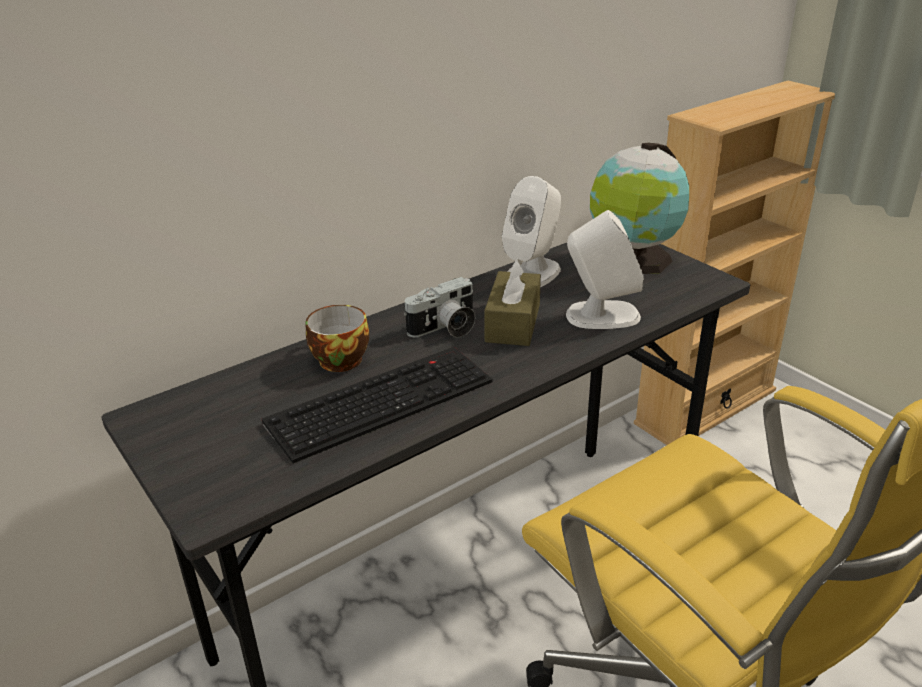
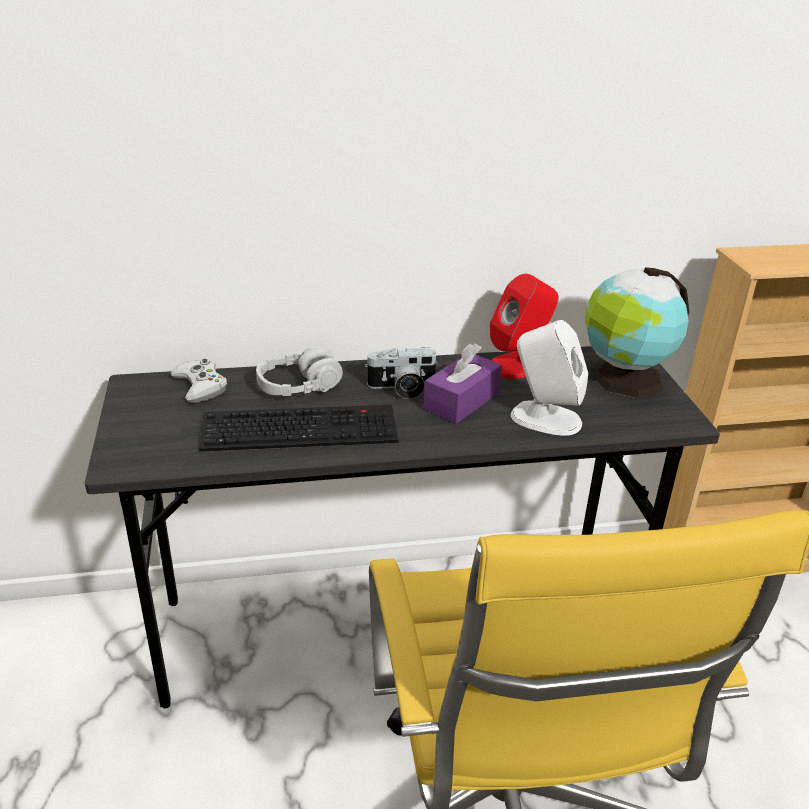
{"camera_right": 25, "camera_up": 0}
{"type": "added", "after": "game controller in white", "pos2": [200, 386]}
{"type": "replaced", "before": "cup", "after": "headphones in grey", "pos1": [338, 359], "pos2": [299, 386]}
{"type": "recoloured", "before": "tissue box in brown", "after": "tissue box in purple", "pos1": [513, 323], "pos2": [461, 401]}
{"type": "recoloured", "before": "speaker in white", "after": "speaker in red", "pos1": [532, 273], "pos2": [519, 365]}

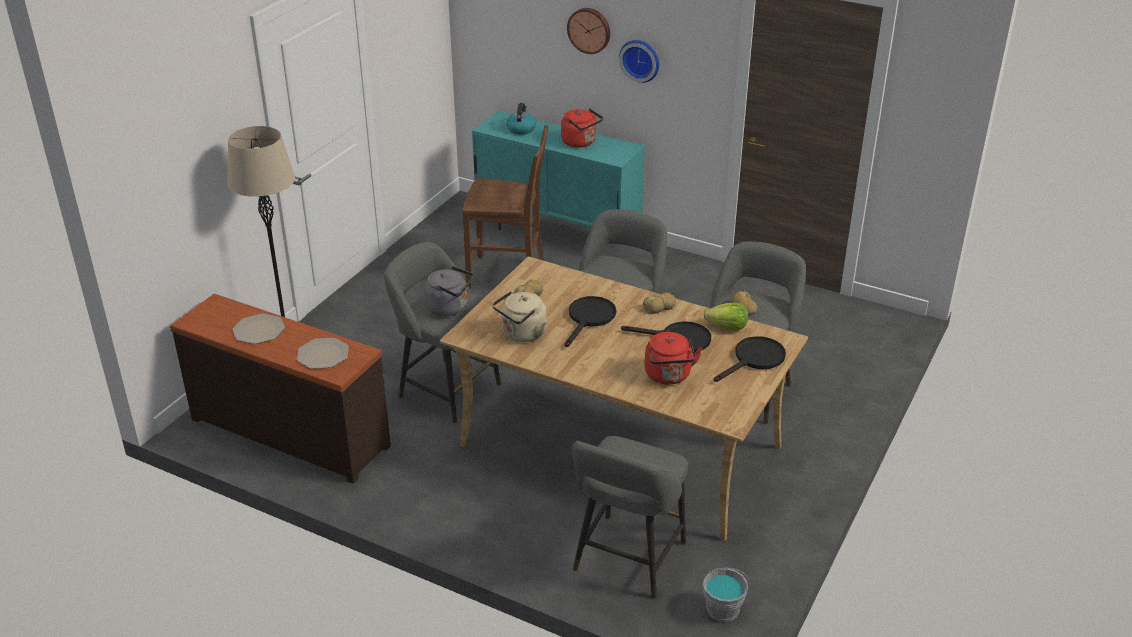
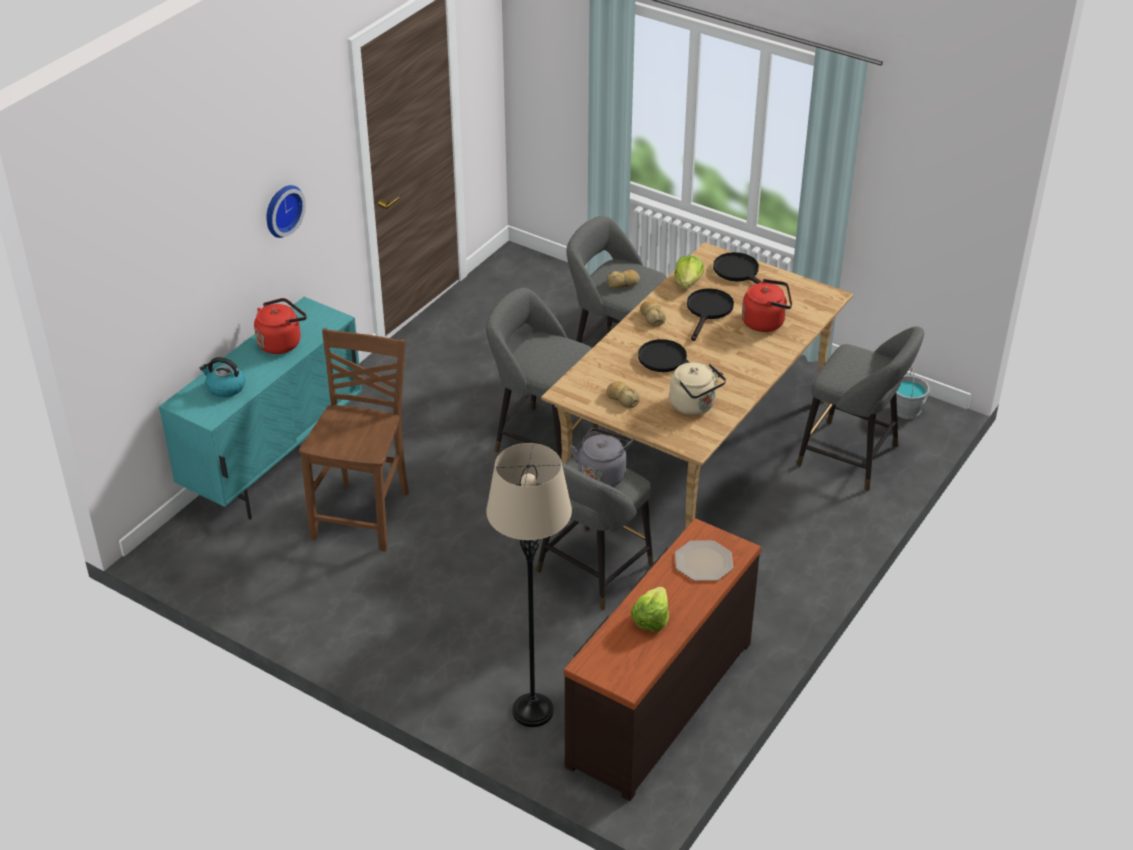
{"camera_right": -85, "camera_up": 5}
{"type": "removed", "before": "wall clock", "pos1": [589, 30]}
{"type": "replaced", "before": "plate", "after": "lettuce", "pos1": [258, 330], "pos2": [651, 619]}

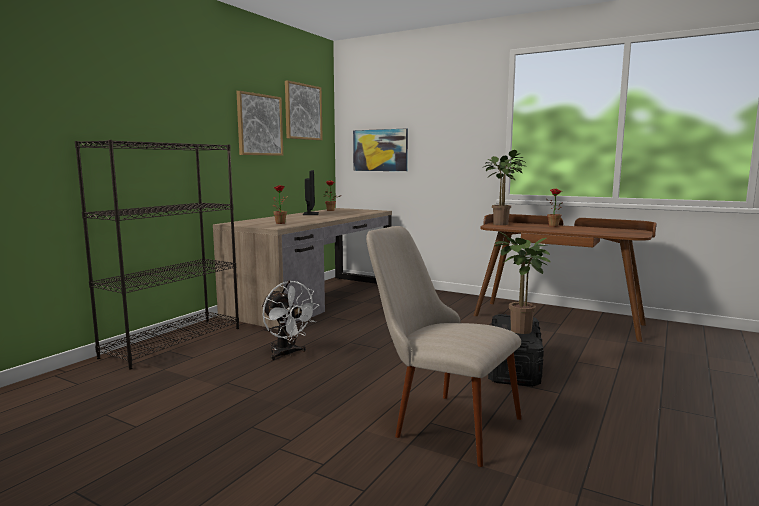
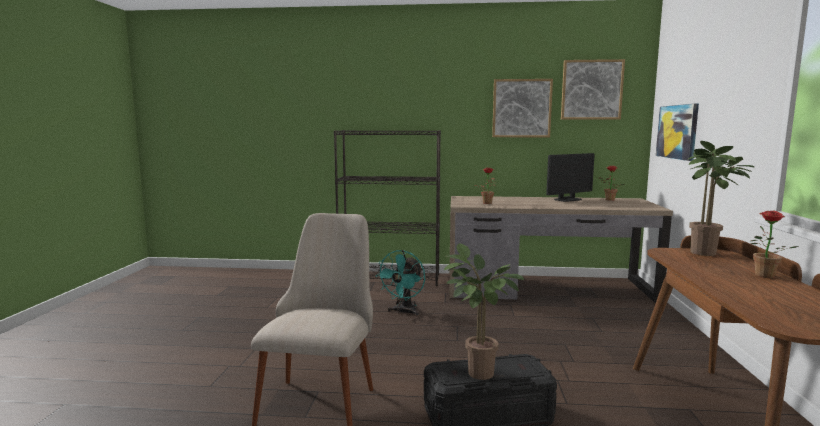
{"camera_right": 65, "camera_up": 0}
{"type": "recoloured", "before": "fan in white", "after": "fan in turquoise", "pos1": [287, 354], "pos2": [404, 312]}

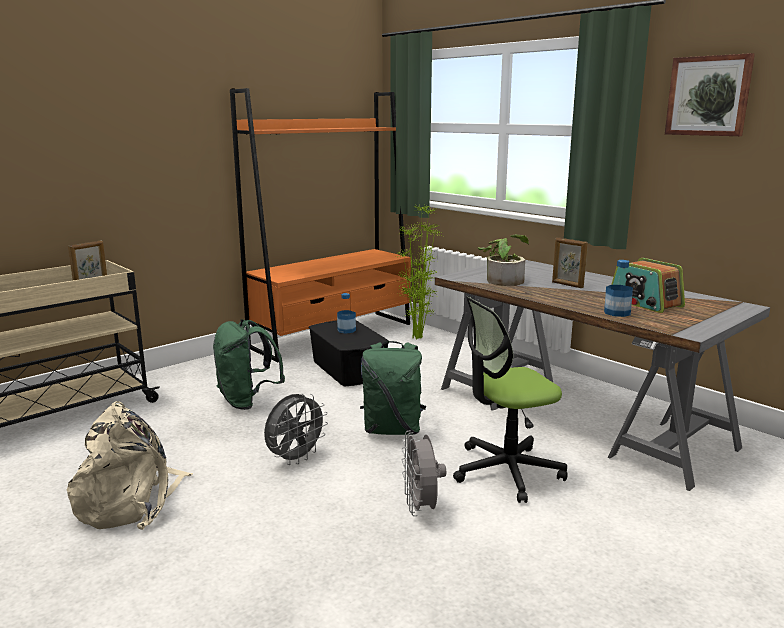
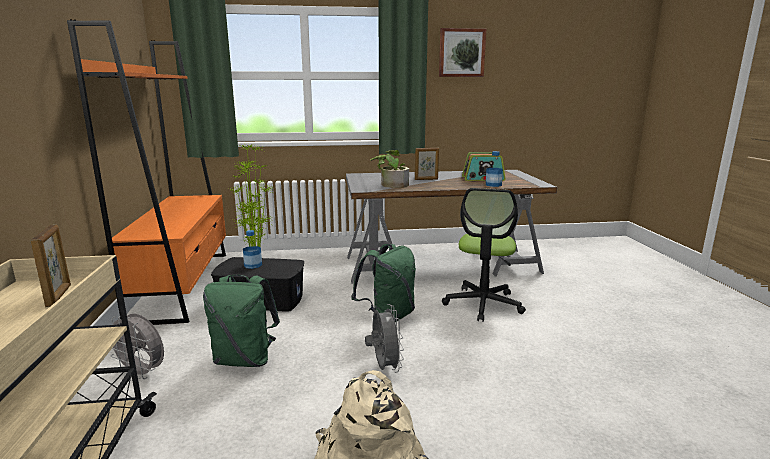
{"camera_right": -55, "camera_up": 0}
{"type": "moved", "before": "fan in grey", "pos1": [421, 508], "pos2": [142, 373]}

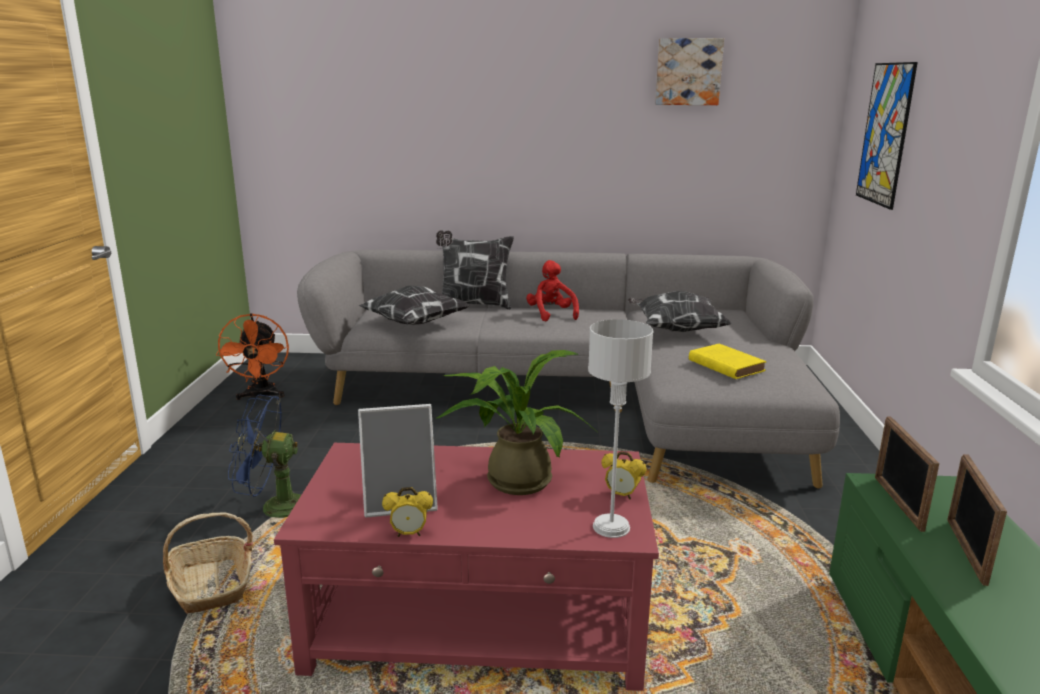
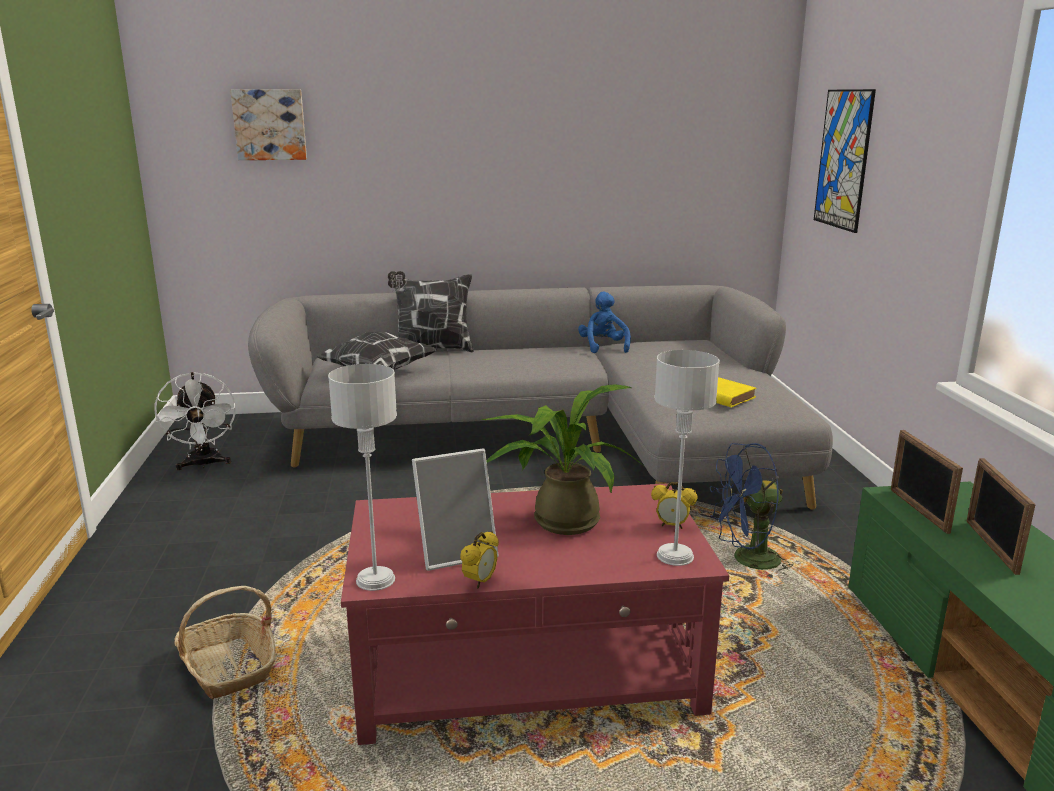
{"camera_right": -10, "camera_up": 0}
{"type": "removed", "before": "plush toy in red", "pos1": [551, 314]}
{"type": "removed", "before": "pillow", "pos1": [675, 330]}
{"type": "added", "after": "table lamp in grey", "pos2": [376, 580]}
{"type": "added", "after": "plush toy in blue", "pos2": [603, 347]}
{"type": "moved", "before": "fan in blue", "pos1": [274, 508], "pos2": [747, 561]}
{"type": "moved", "before": "picture", "pos1": [688, 72], "pos2": [270, 125]}
{"type": "recoloured", "before": "fan in orange", "after": "fan in white", "pos1": [260, 396], "pos2": [203, 464]}
{"type": "turned", "before": "alarm clock", "pos1": [409, 534], "pos2": [480, 582], "turn": -45}

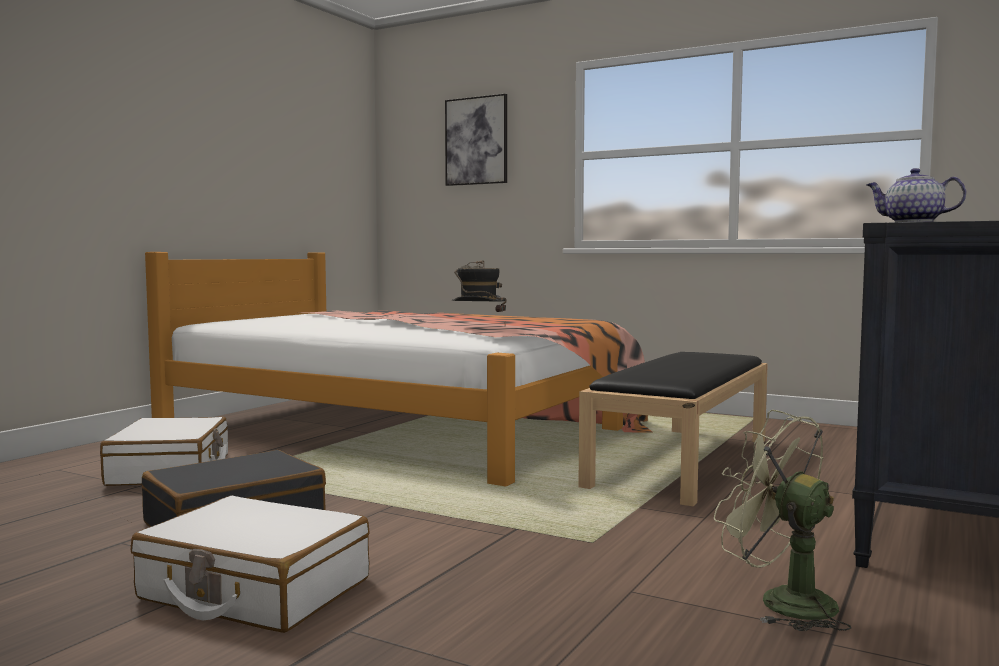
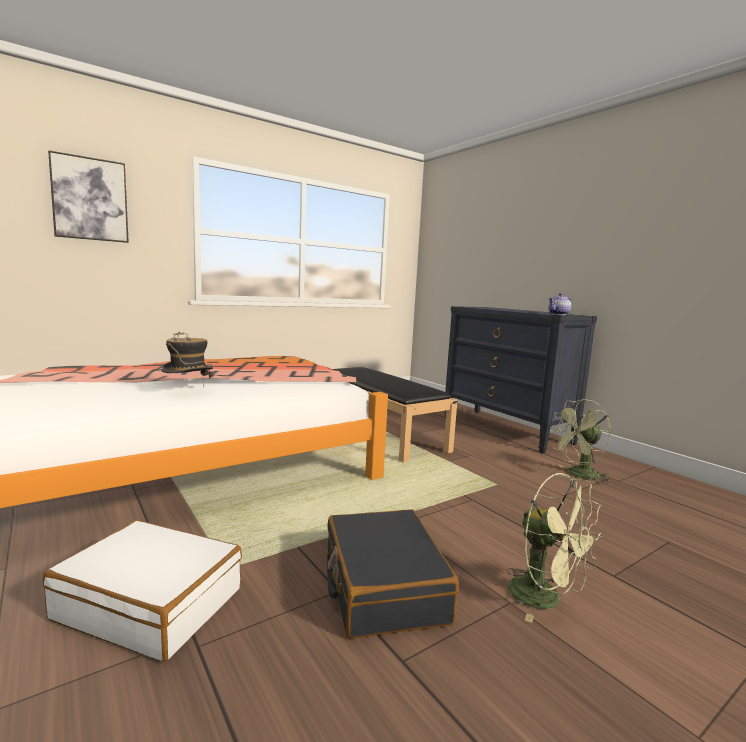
{"camera_right": -65, "camera_up": 5}
{"type": "moved", "before": "hat", "pos1": [478, 327], "pos2": [188, 393]}
{"type": "replaced", "before": "suitcase in white", "after": "fan in green", "pos1": [254, 590], "pos2": [545, 599]}

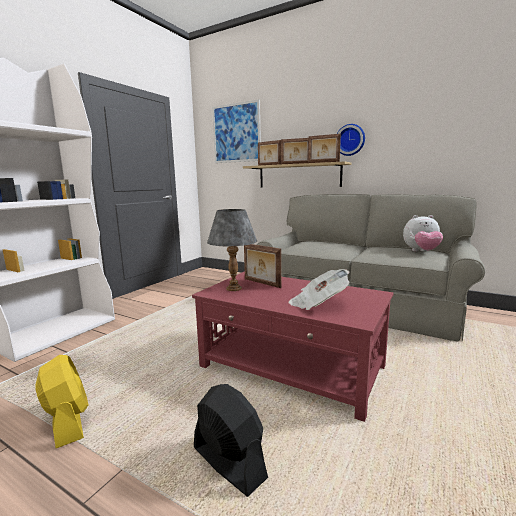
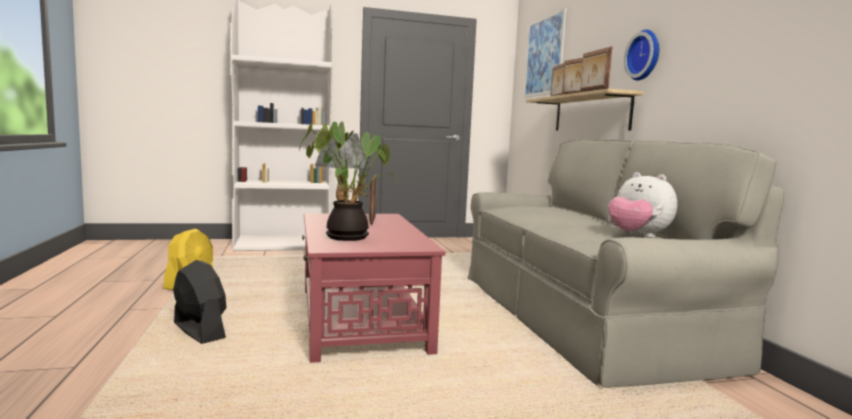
{"camera_right": 45, "camera_up": -5}
{"type": "replaced", "before": "newspaper", "after": "potted plant", "pos1": [318, 304], "pos2": [349, 236]}
{"type": "turned", "before": "fan in black", "pos1": [228, 462], "pos2": [199, 331], "turn": -45}

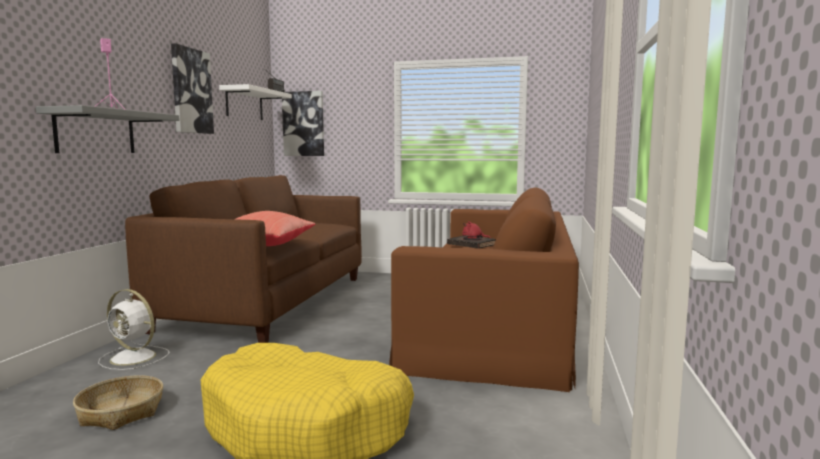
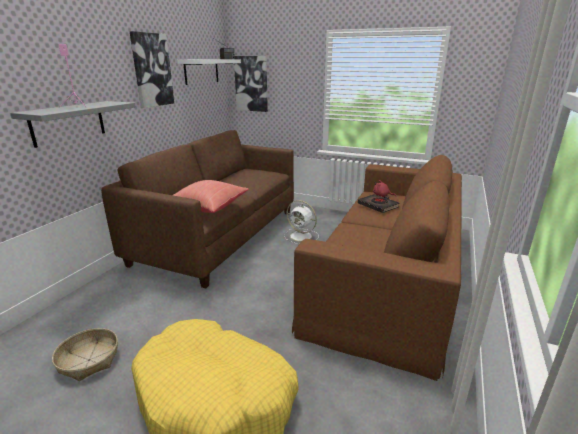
{"camera_right": 10, "camera_up": 15}
{"type": "moved", "before": "fan in white", "pos1": [134, 358], "pos2": [302, 236]}

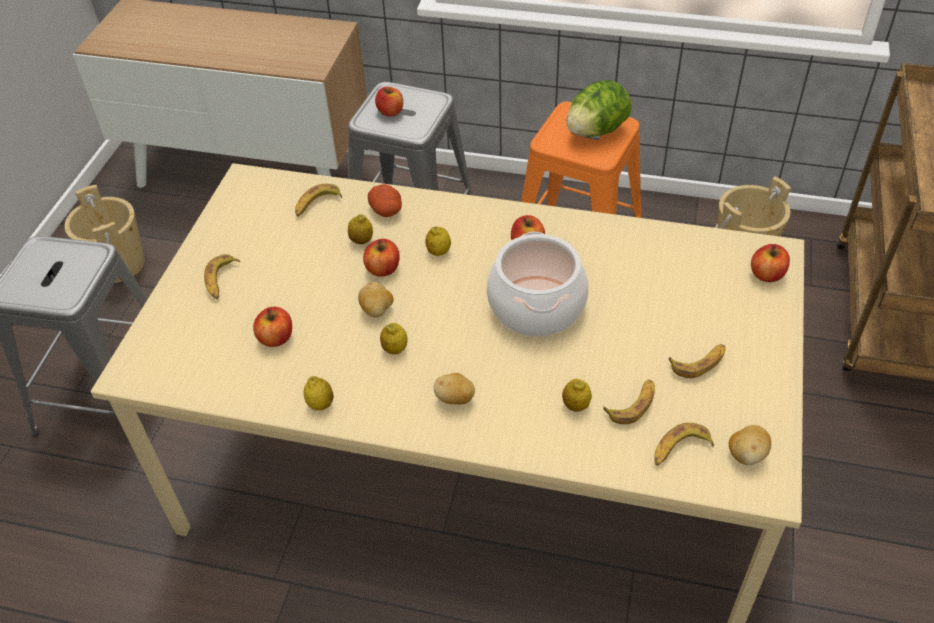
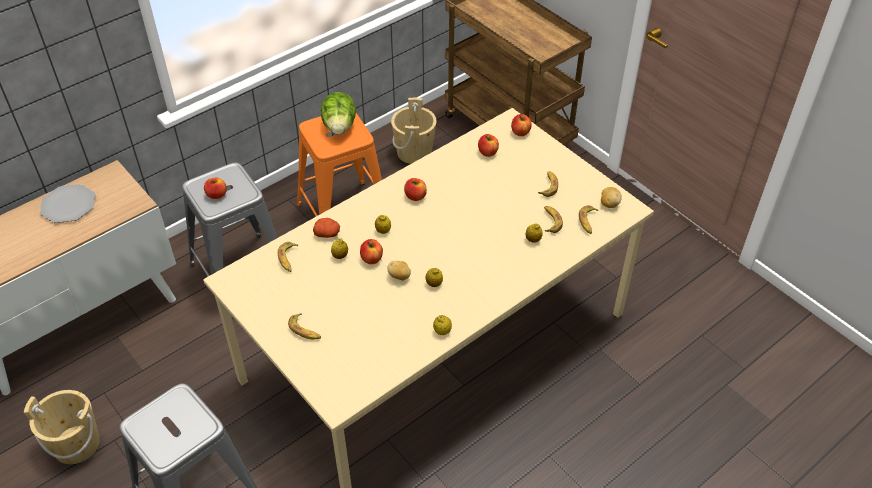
{"camera_right": -55, "camera_up": 0}
{"type": "removed", "before": "potato", "pos1": [455, 399]}
{"type": "removed", "before": "cooking pot", "pos1": [536, 306]}
{"type": "added", "after": "plate", "pos2": [68, 205]}
{"type": "moved", "before": "apple", "pos1": [276, 338], "pos2": [488, 152]}

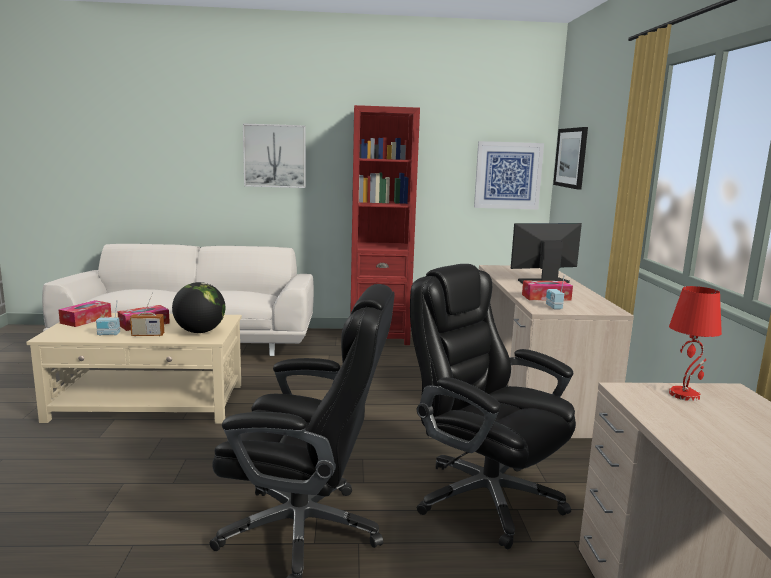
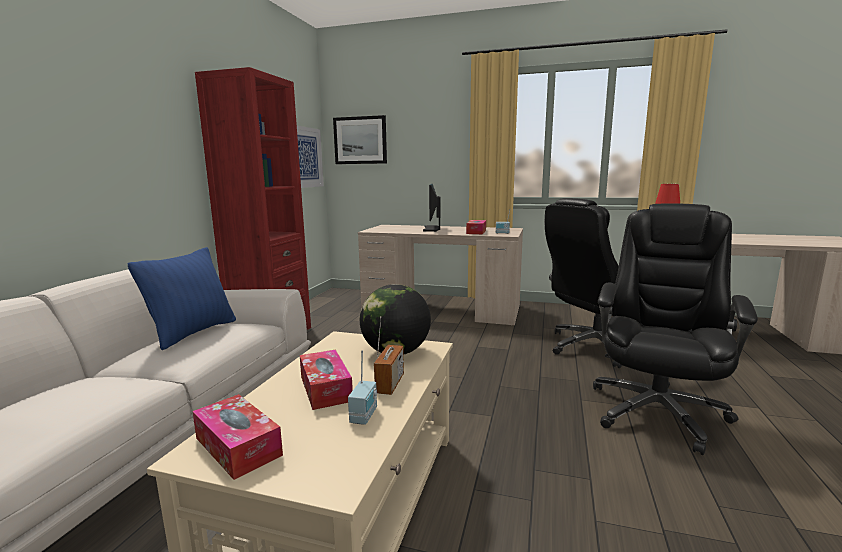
{"camera_right": -70, "camera_up": 0}
{"type": "removed", "before": "picture", "pos1": [275, 156]}
{"type": "added", "after": "pillow in blue", "pos2": [193, 333]}

